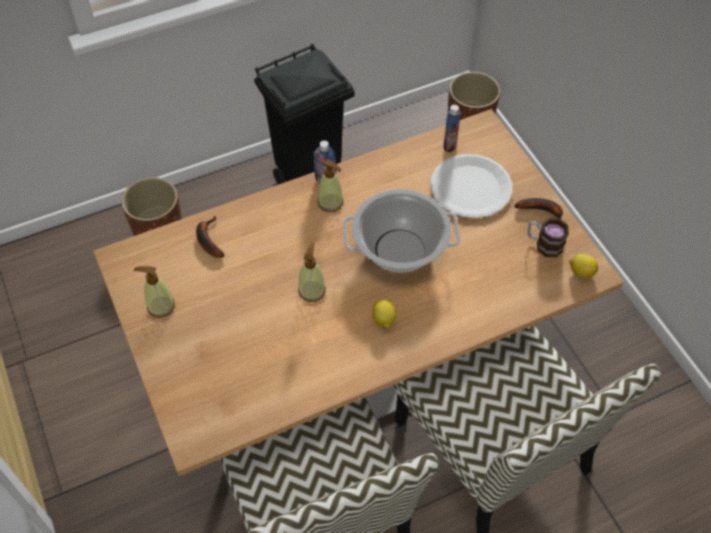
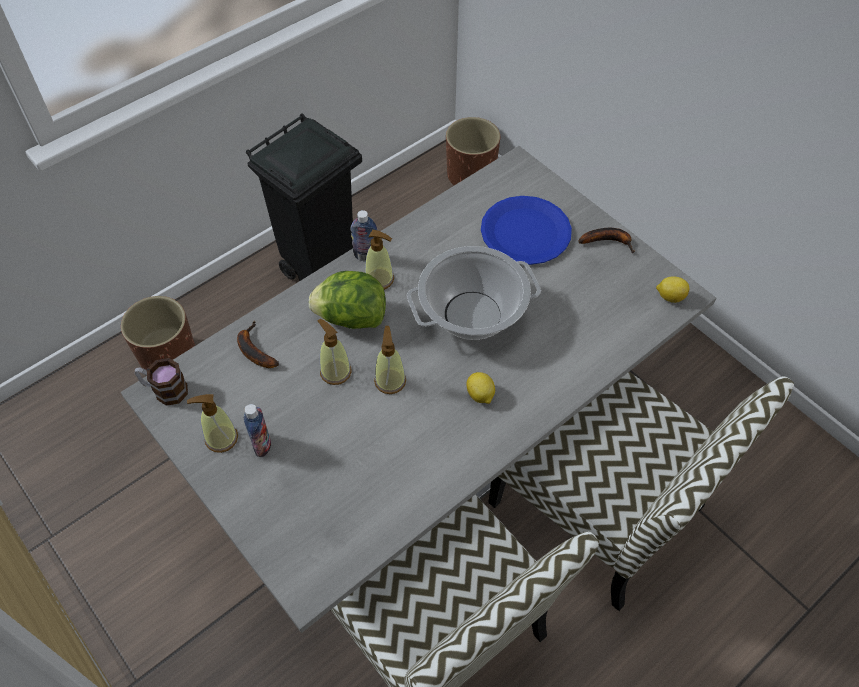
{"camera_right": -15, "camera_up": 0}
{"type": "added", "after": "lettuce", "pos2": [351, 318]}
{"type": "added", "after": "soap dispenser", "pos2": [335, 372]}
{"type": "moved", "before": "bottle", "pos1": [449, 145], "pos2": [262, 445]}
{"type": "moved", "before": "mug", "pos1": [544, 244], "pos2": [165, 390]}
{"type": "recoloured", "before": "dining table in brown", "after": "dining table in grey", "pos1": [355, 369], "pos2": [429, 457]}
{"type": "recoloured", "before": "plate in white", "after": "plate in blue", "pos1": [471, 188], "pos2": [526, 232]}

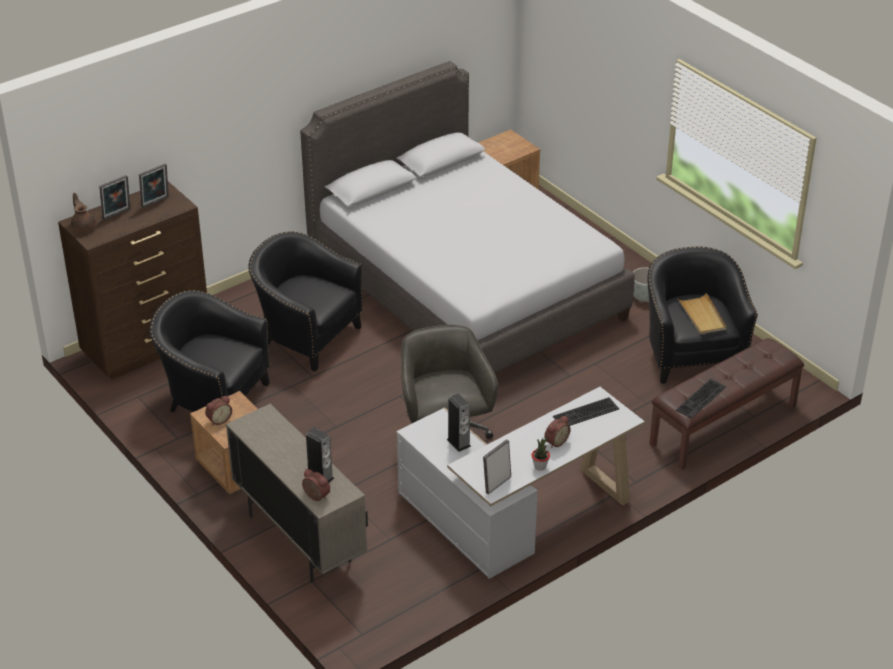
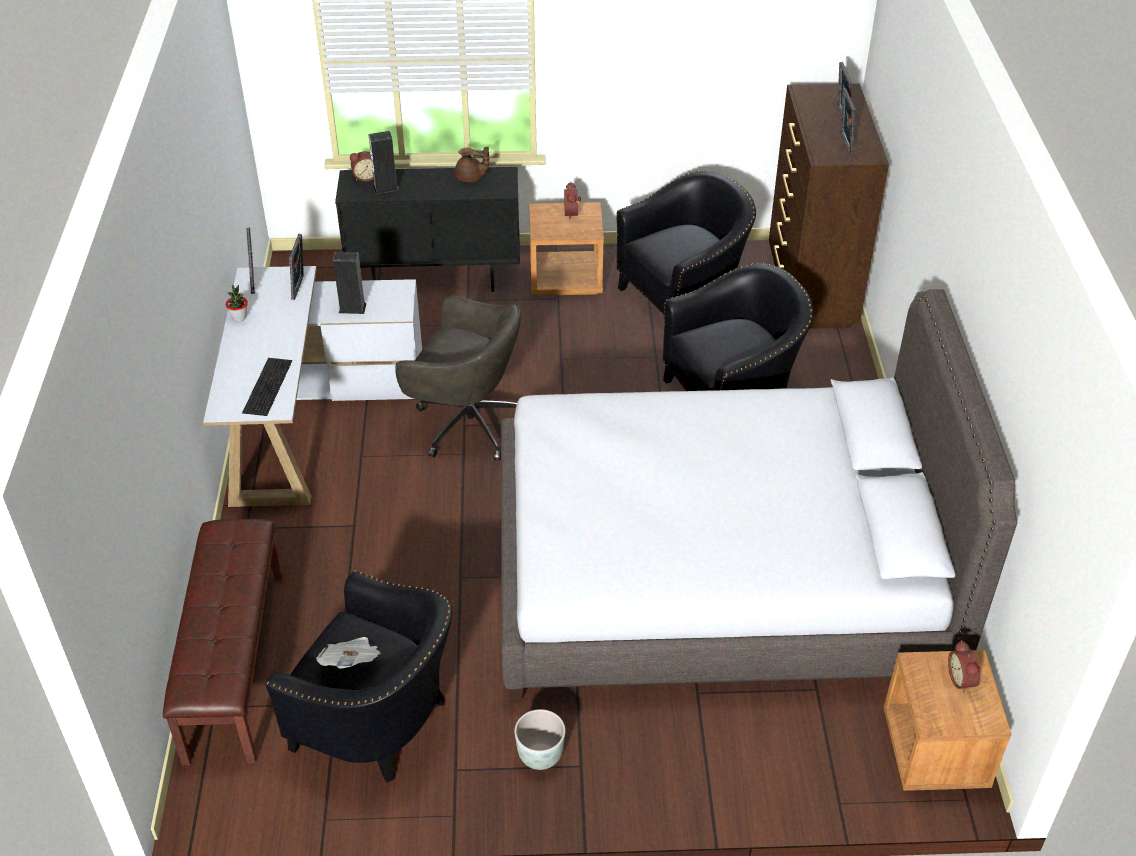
{"camera_right": 125, "camera_up": 5}
{"type": "removed", "before": "keyboard", "pos1": [701, 399]}
{"type": "added", "after": "picture frame", "pos2": [300, 287]}
{"type": "moved", "before": "teapot in brown", "pos1": [83, 227], "pos2": [471, 178]}
{"type": "moved", "before": "alarm clock", "pos1": [555, 441], "pos2": [962, 679]}
{"type": "replaced", "before": "tray in beige", "after": "newspaper", "pos1": [702, 316], "pos2": [351, 663]}
{"type": "recoloured", "before": "cabinet in beige", "after": "cabinet in black", "pos1": [299, 538], "pos2": [435, 278]}

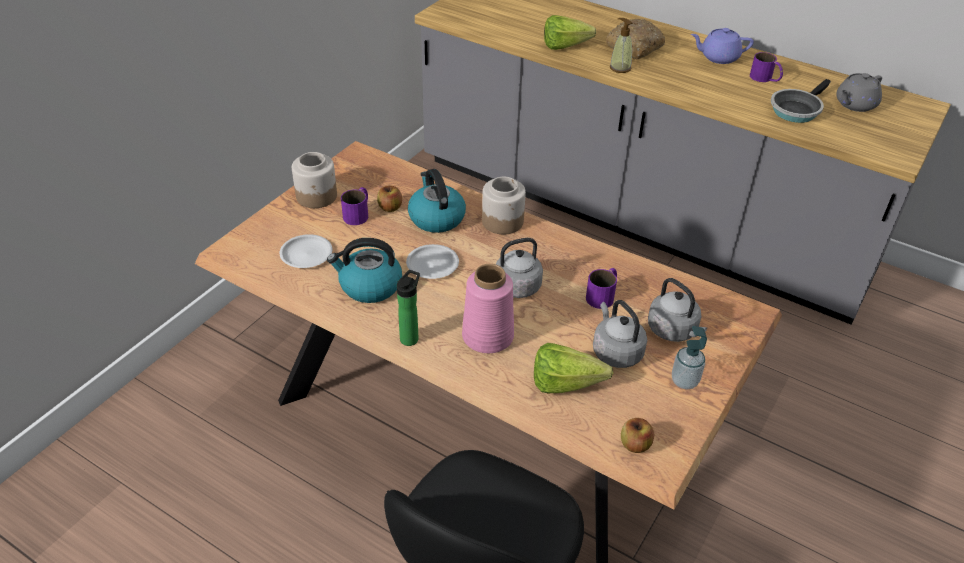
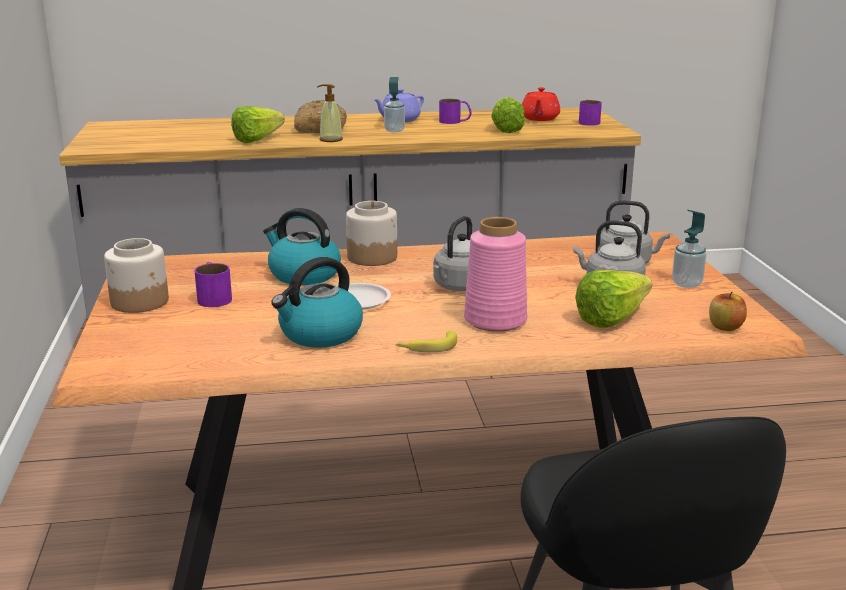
{"camera_right": -40, "camera_up": -20}
{"type": "removed", "before": "plate in white", "pos1": [306, 254]}
{"type": "removed", "before": "apple", "pos1": [390, 208]}
{"type": "added", "after": "soap dispenser", "pos2": [394, 130]}
{"type": "moved", "before": "mug in purple", "pos1": [603, 295], "pos2": [588, 122]}
{"type": "replaced", "before": "bottle", "after": "banana", "pos1": [410, 337], "pos2": [427, 348]}
{"type": "replaced", "before": "frying pan", "after": "lettuce", "pos1": [796, 109], "pos2": [507, 128]}
{"type": "recoloured", "before": "teapot in grey", "after": "teapot in red", "pos1": [854, 104], "pos2": [539, 119]}

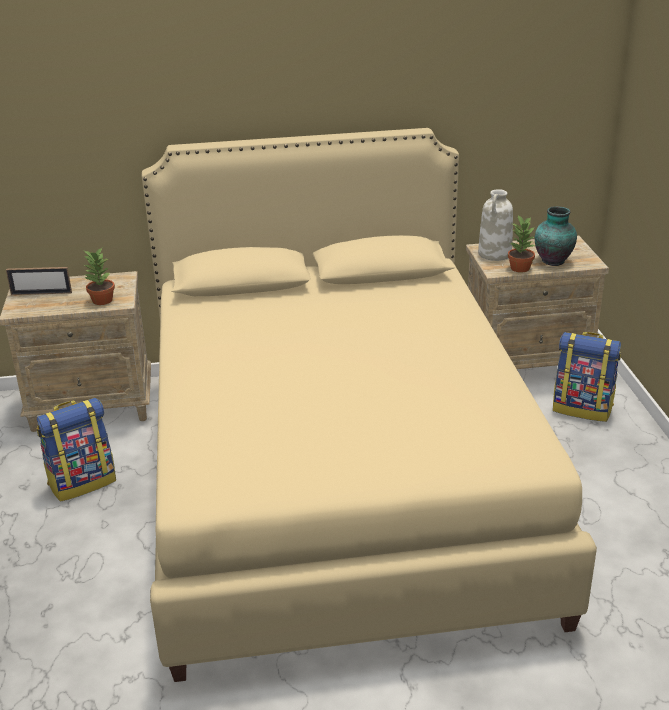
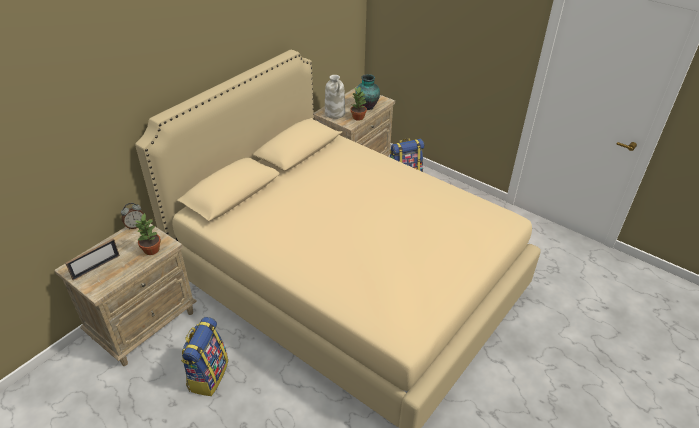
{"camera_right": -45, "camera_up": 10}
{"type": "added", "after": "alarm clock", "pos2": [135, 226]}

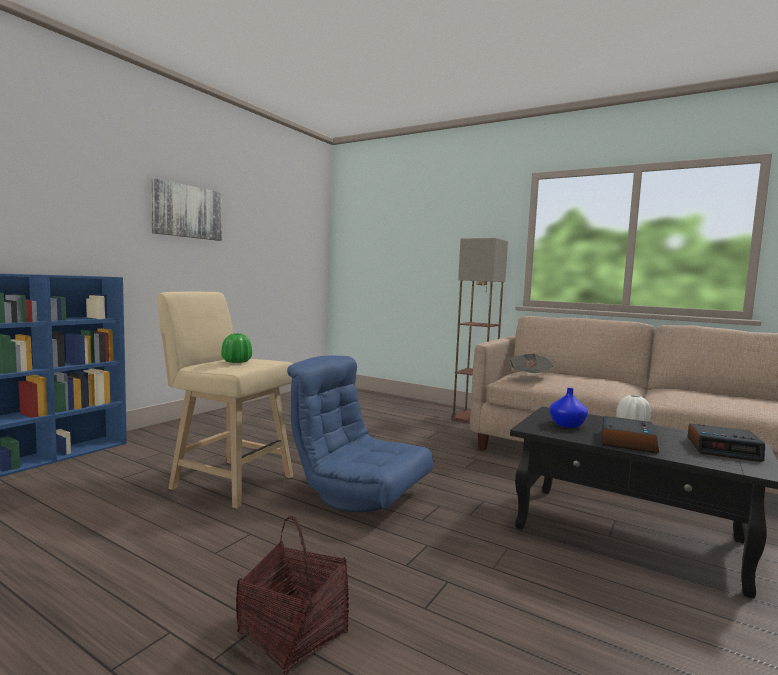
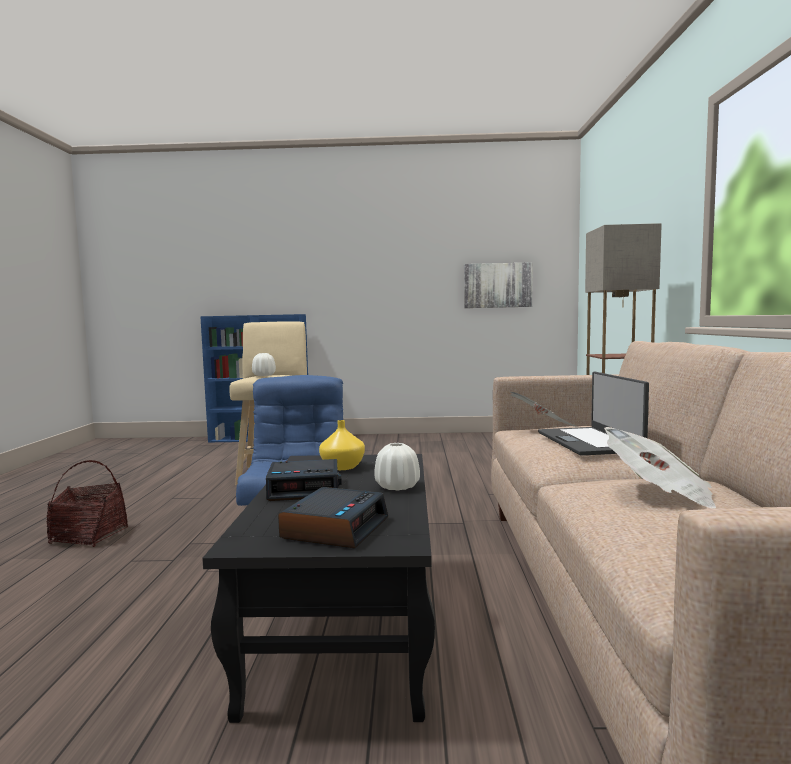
{"camera_right": 60, "camera_up": 0}
{"type": "added", "after": "laptop", "pos2": [589, 442]}
{"type": "added", "after": "newspaper", "pos2": [660, 494]}
{"type": "moved", "before": "picture", "pos1": [187, 211], "pos2": [497, 285]}
{"type": "recoloured", "before": "vase in green", "after": "vase in white", "pos1": [236, 361], "pos2": [264, 375]}
{"type": "recoloured", "before": "vase in blue", "after": "vase in yellow", "pos1": [568, 425], "pos2": [343, 467]}
{"type": "turned", "before": "alarm clock", "pos1": [723, 449], "pos2": [335, 528], "turn": -150}

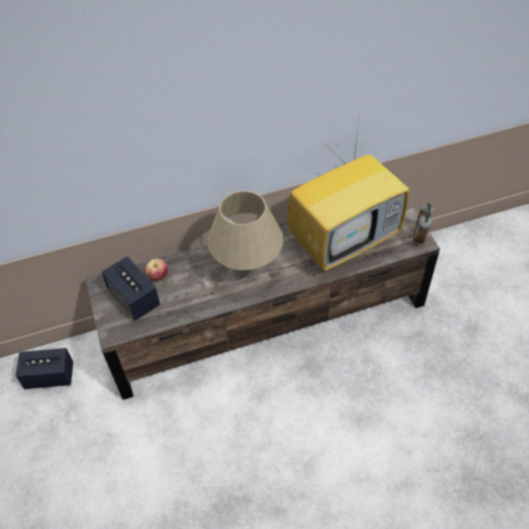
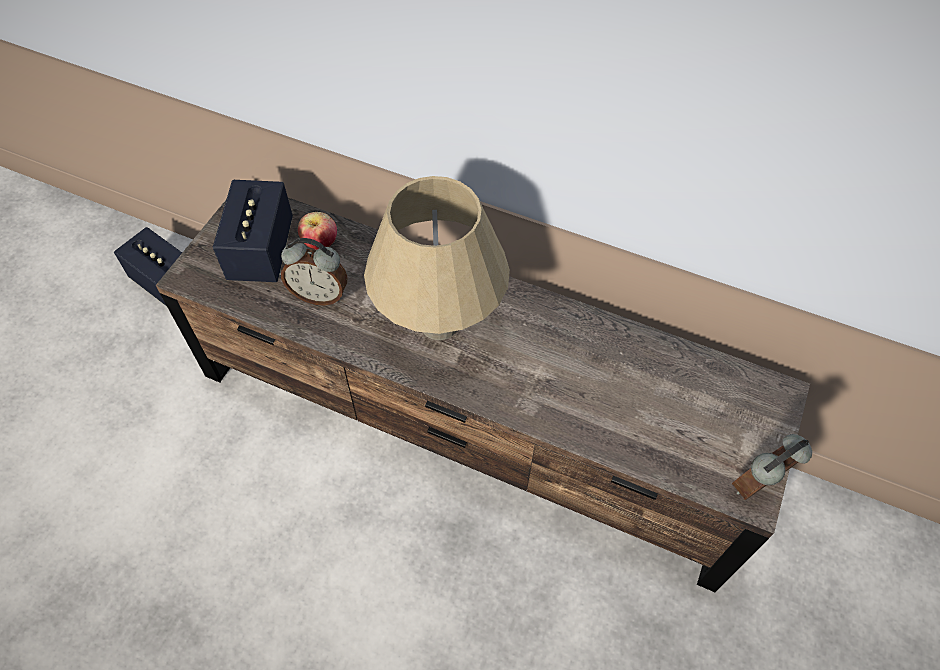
{"camera_right": 40, "camera_up": 5}
{"type": "removed", "before": "television", "pos1": [344, 239]}
{"type": "added", "after": "alarm clock", "pos2": [320, 294]}

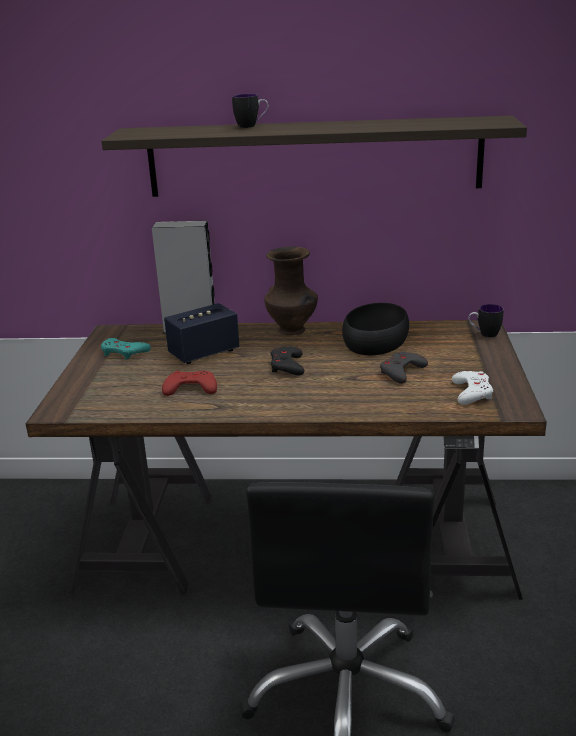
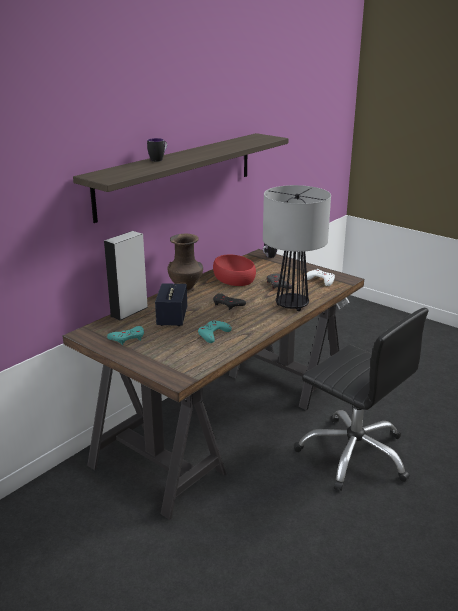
{"camera_right": -55, "camera_up": 0}
{"type": "added", "after": "table lamp", "pos2": [291, 305]}
{"type": "recoloured", "before": "game controller in red", "after": "game controller in turquoise", "pos1": [190, 388], "pos2": [213, 334]}
{"type": "recoloured", "before": "bowl in black", "after": "bowl in red", "pos1": [376, 340], "pos2": [234, 277]}

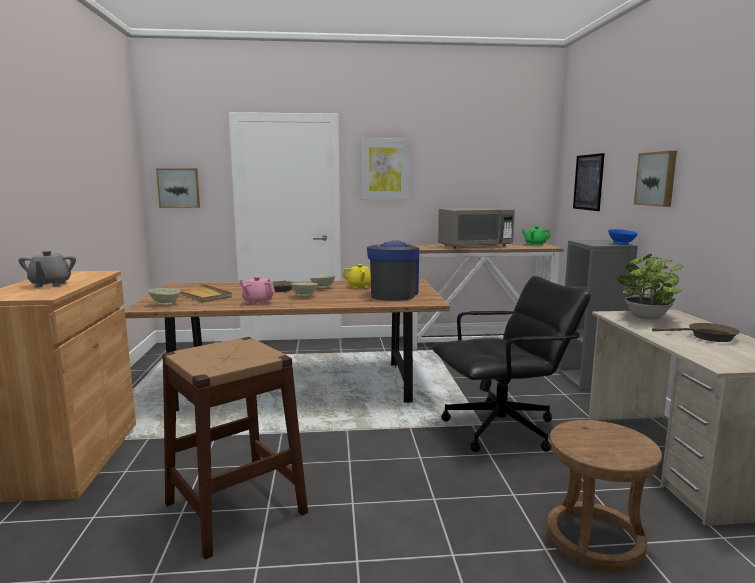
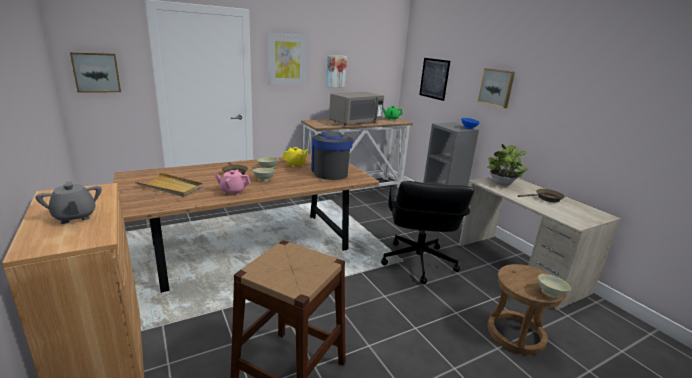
{"camera_right": -25, "camera_up": 10}
{"type": "added", "after": "picture", "pos2": [335, 71]}
{"type": "moved", "before": "bowl in beige", "pos1": [165, 304], "pos2": [550, 294]}
{"type": "turned", "before": "office chair in black", "pos1": [502, 429], "pos2": [417, 262], "turn": 135}

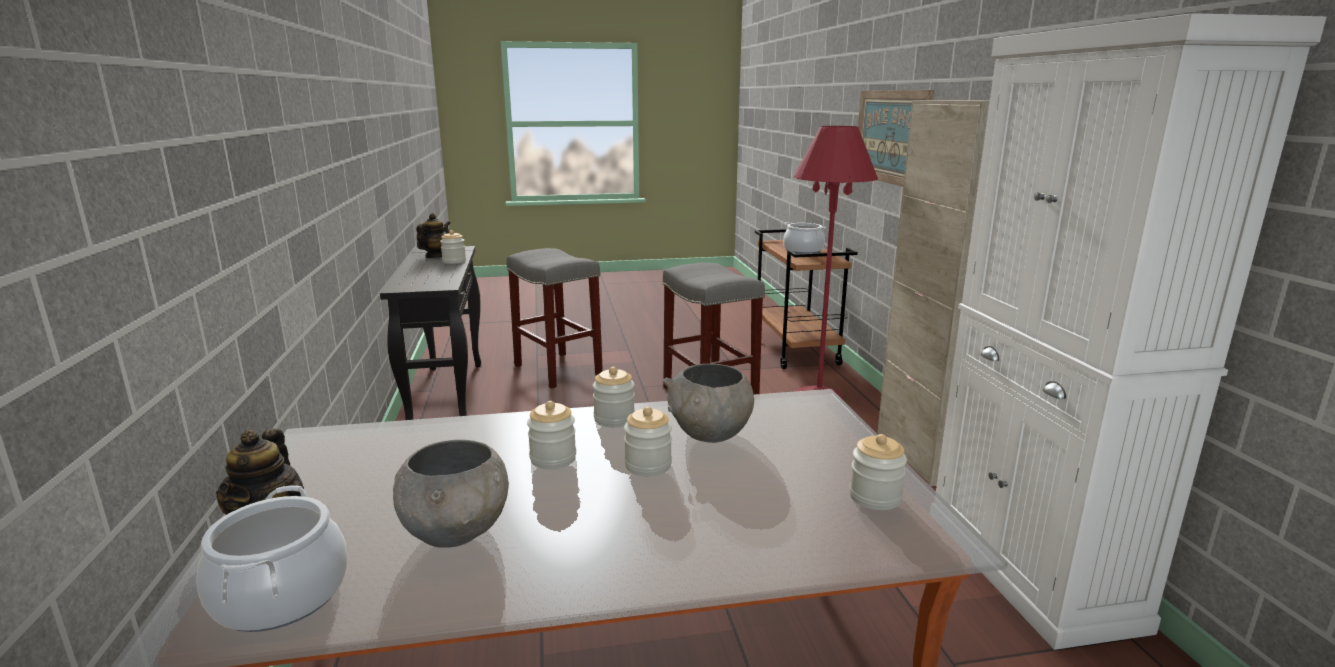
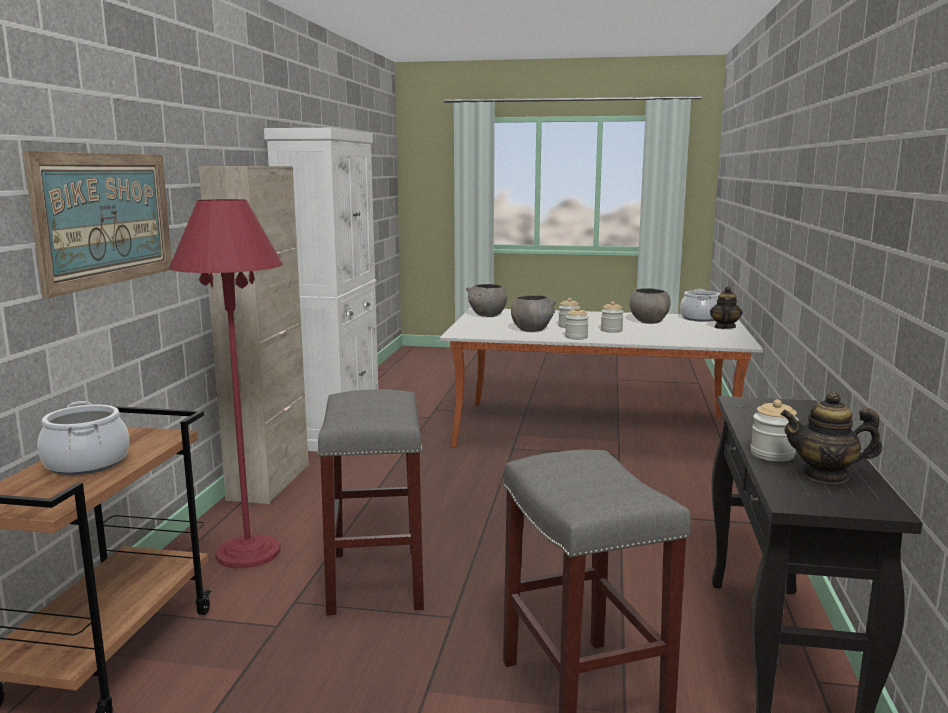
{"camera_right": -160, "camera_up": -5}
{"type": "replaced", "before": "jar", "after": "bowl in grey", "pos1": [875, 497], "pos2": [487, 315]}
{"type": "turned", "before": "teapot", "pos1": [436, 256], "pos2": [825, 475], "turn": 60}

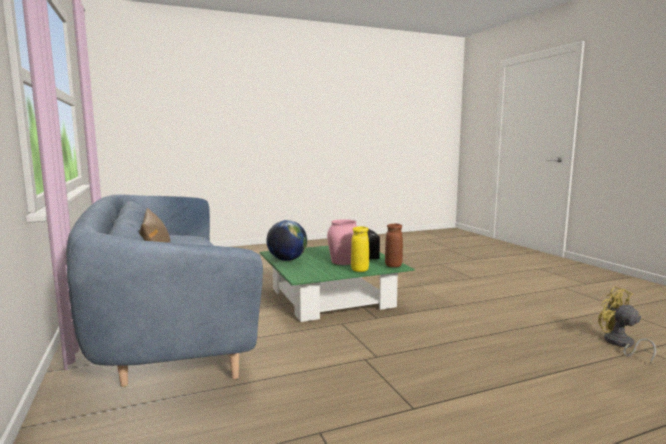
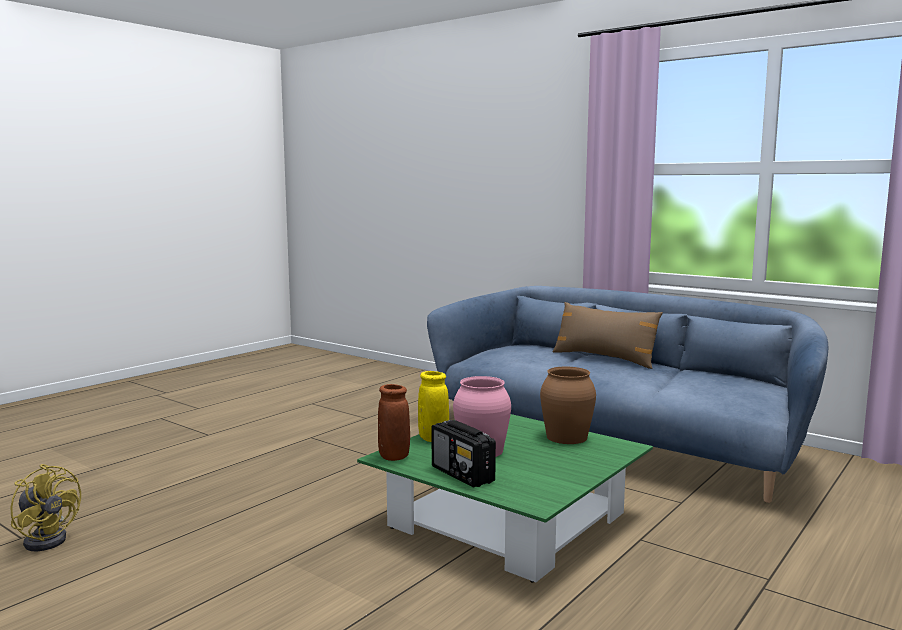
{"camera_right": 150, "camera_up": 0}
{"type": "replaced", "before": "globe", "after": "vase in brown", "pos1": [287, 260], "pos2": [567, 437]}

